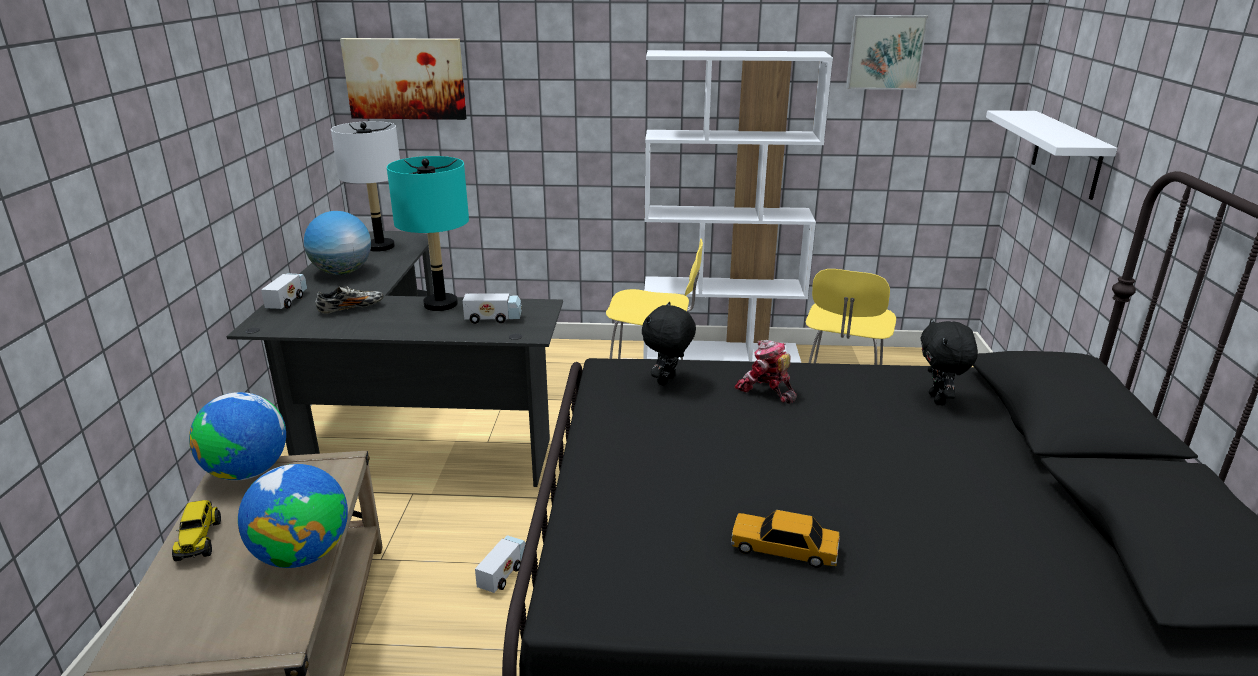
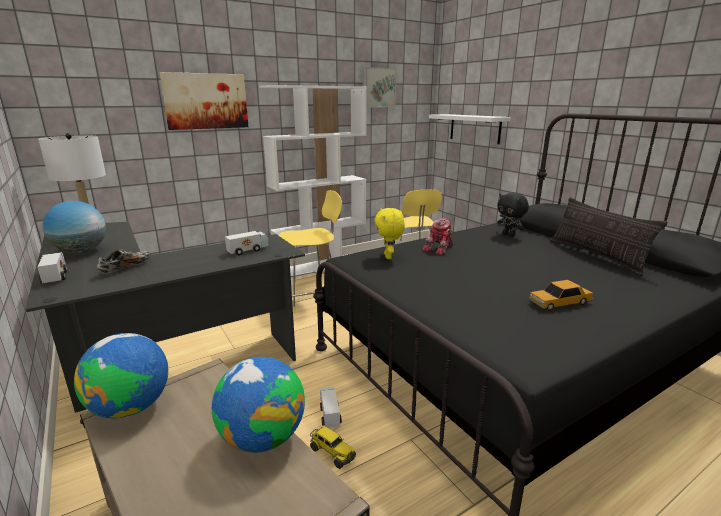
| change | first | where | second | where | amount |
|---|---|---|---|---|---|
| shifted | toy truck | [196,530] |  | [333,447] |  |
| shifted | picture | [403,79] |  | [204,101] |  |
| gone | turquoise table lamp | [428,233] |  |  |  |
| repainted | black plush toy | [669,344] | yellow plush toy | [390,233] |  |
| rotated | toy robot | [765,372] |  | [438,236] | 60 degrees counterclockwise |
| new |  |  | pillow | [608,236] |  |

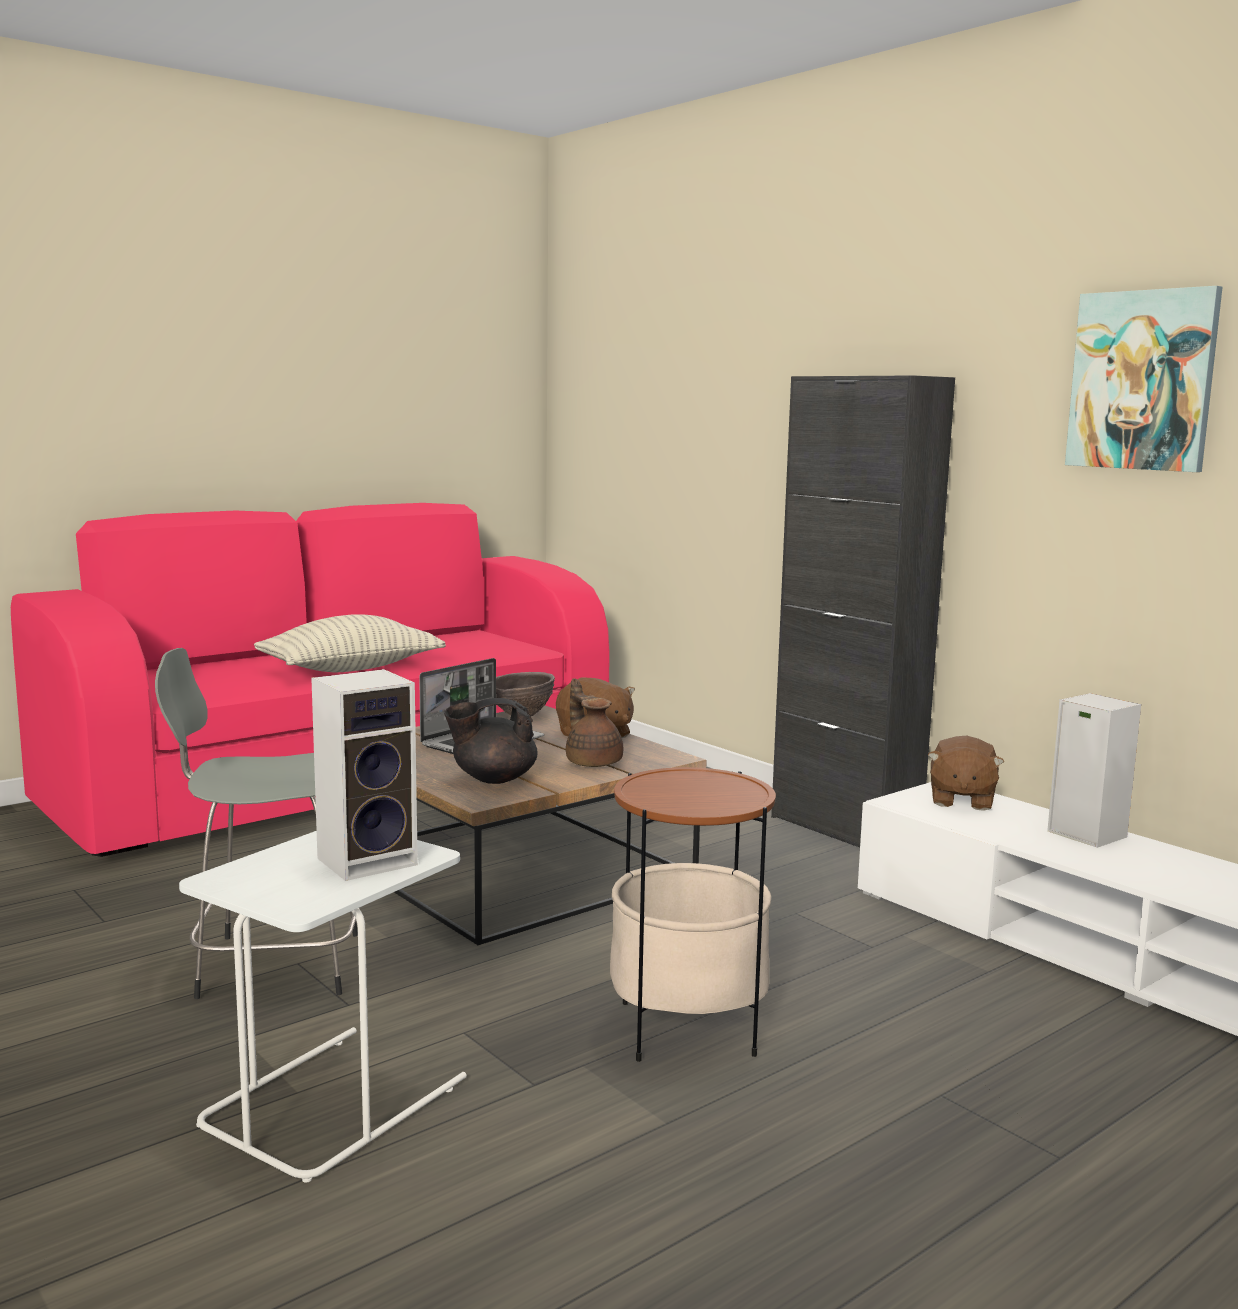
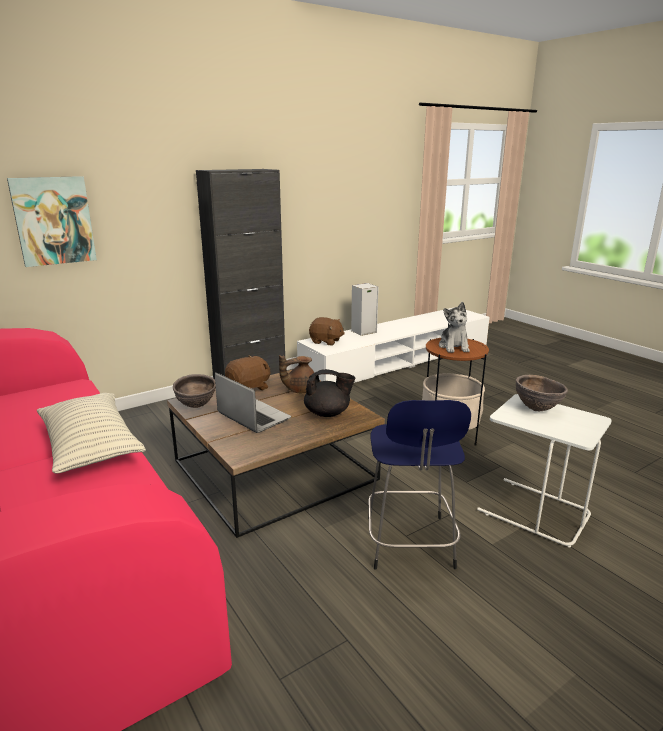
| change | first | where | second | where | amount |
|---|---|---|---|---|---|
| repainted | grey stool | [256,823] | blue stool | [419,485] |  |
| swapped | speaker | [364,775] | brown bowl | [541,393] |  |
| rotated | black teapot | [491,741] |  | [329,393] | 75 degrees counterclockwise |
| shifted | picture | [1144,379] |  | [52,221] |  |
| new |  |  | plush toy | [454,327] |  |

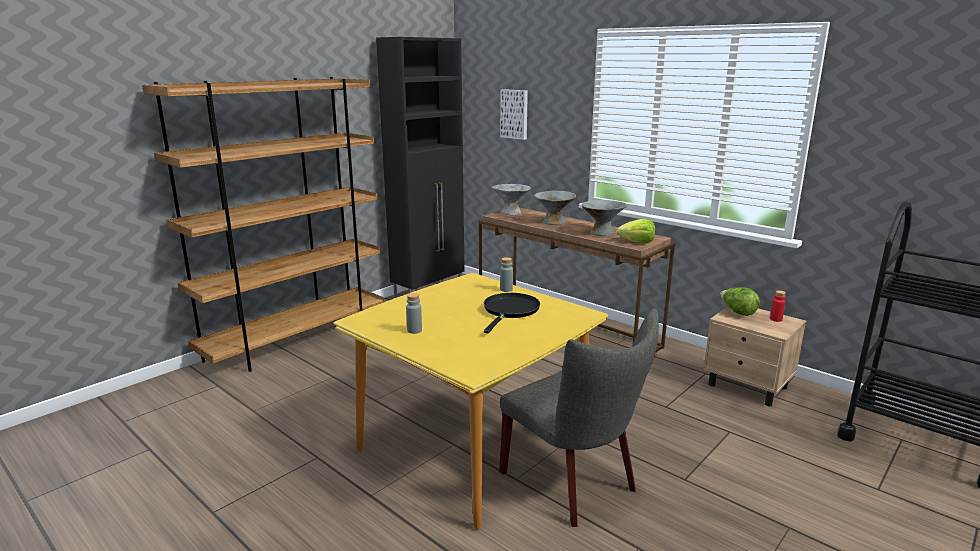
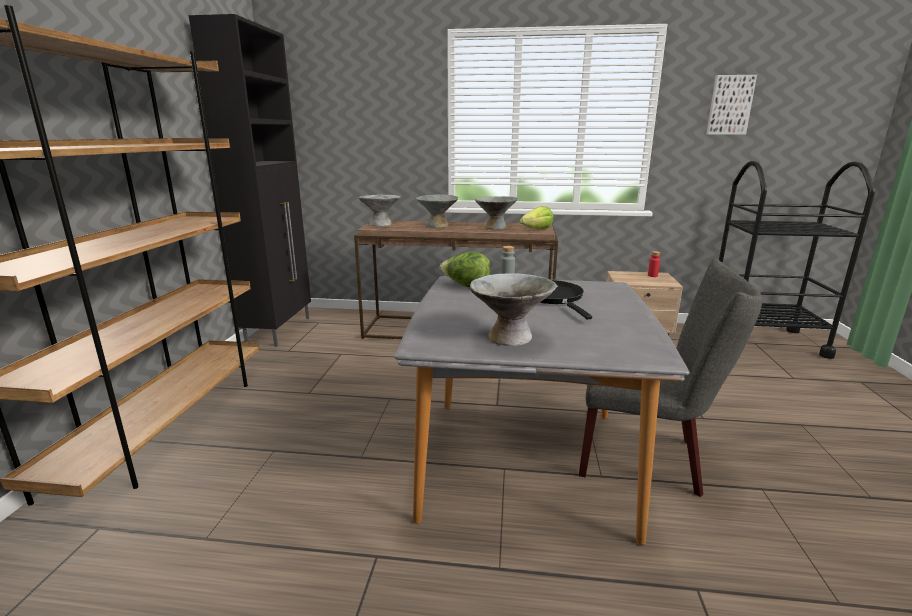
| change | first | where | second | where | amount |
|---|---|---|---|---|---|
| repainted | yellow dining table | [470,401] | grey dining table | [542,410] |  |
| swapped | grey bottle | [414,313] | grey bowl | [513,309] |  |
| shifted | picture | [514,114] |  | [731,104] |  |
| shifted | lettuce | [740,301] |  | [465,269] |  |

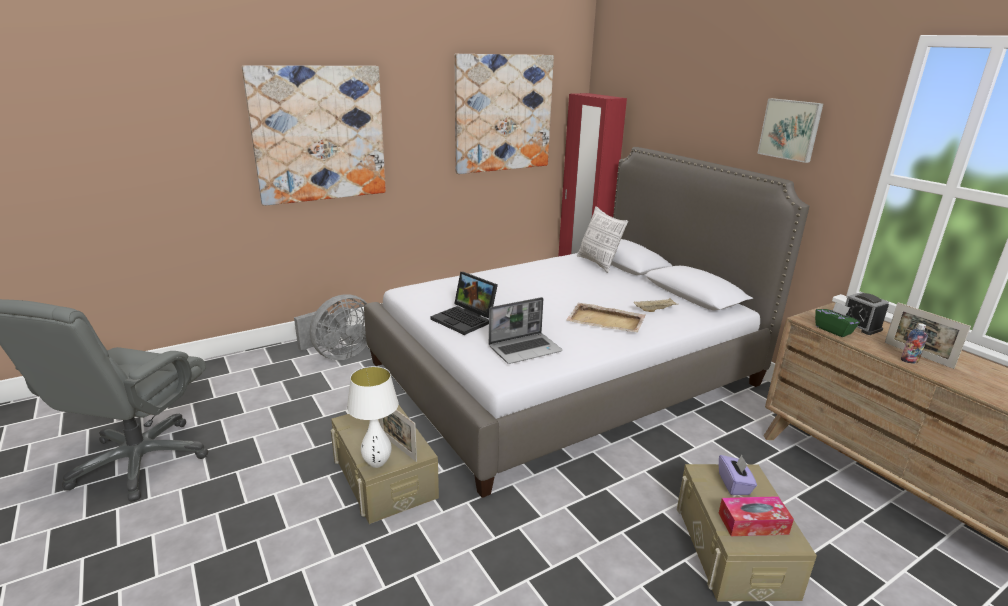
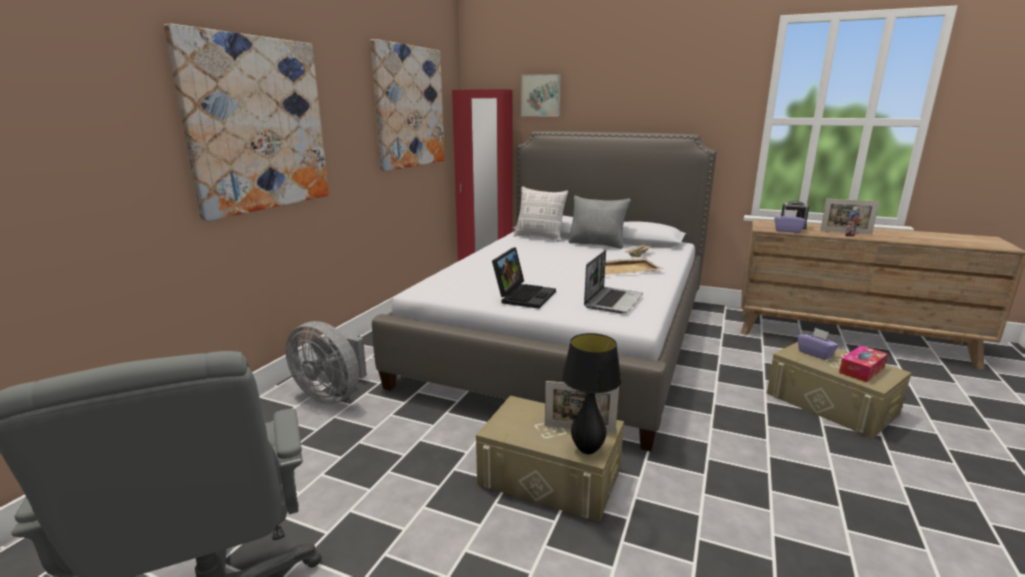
| change | first | where | second | where | amount |
|---|---|---|---|---|---|
| rotated | grey fan | [331,327] |  | [326,362] | 105 degrees clockwise |
| repainted | white table lamp | [373,417] | black table lamp | [592,393] |  |
| rotated | laptop | [464,303] |  | [524,278] | 75 degrees counterclockwise |
| shifted | picture | [790,130] |  | [541,95] |  |
| repainted | green tissue box | [837,319] | purple tissue box | [790,221] |  |
| new |  |  | grey pillow | [600,222] |  |

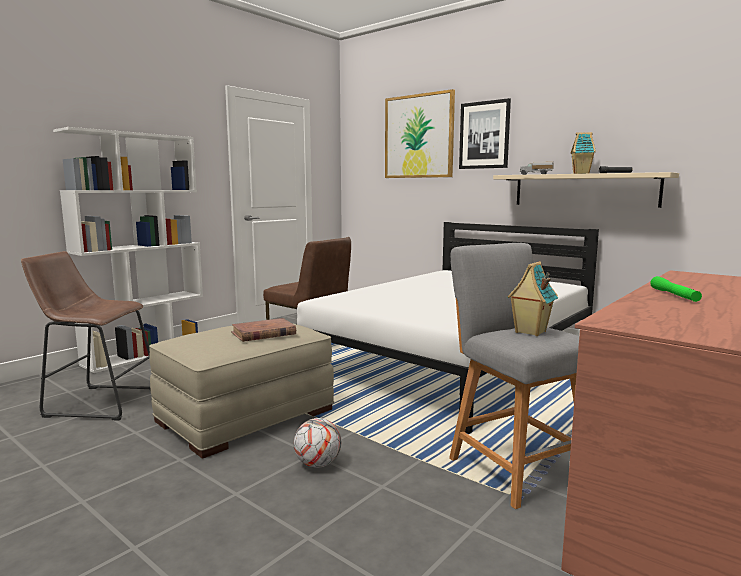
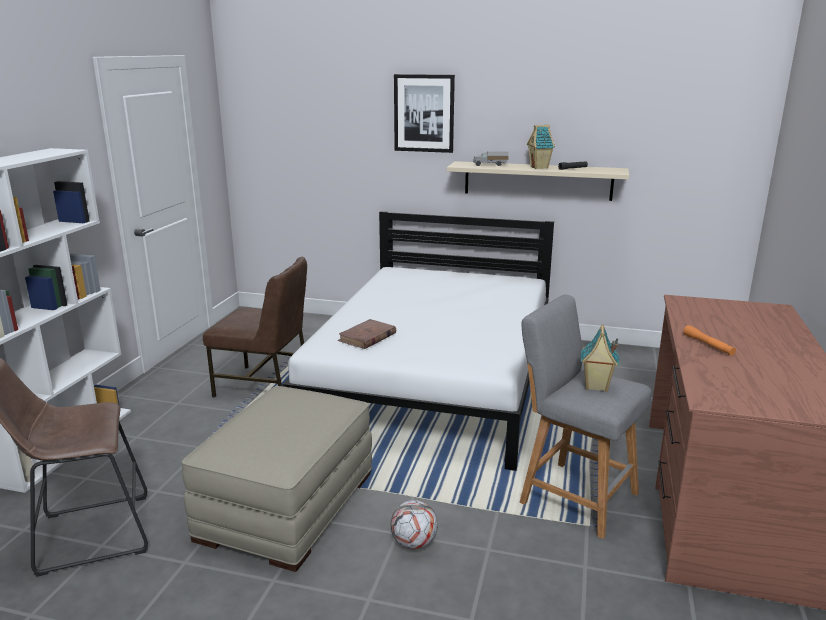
| change | first | where | second | where | amount |
|---|---|---|---|---|---|
| shifted | brown book | [263,330] |  | [367,334] |  |
| gone | picture | [420,133] |  |  |  |
| repainted | green flashlight | [676,289] | orange flashlight | [709,340] |  |

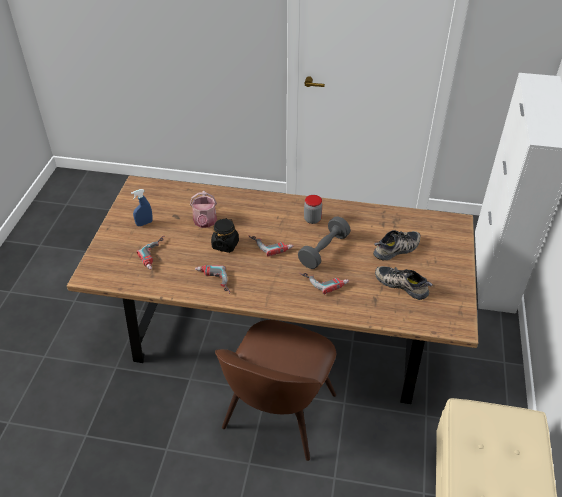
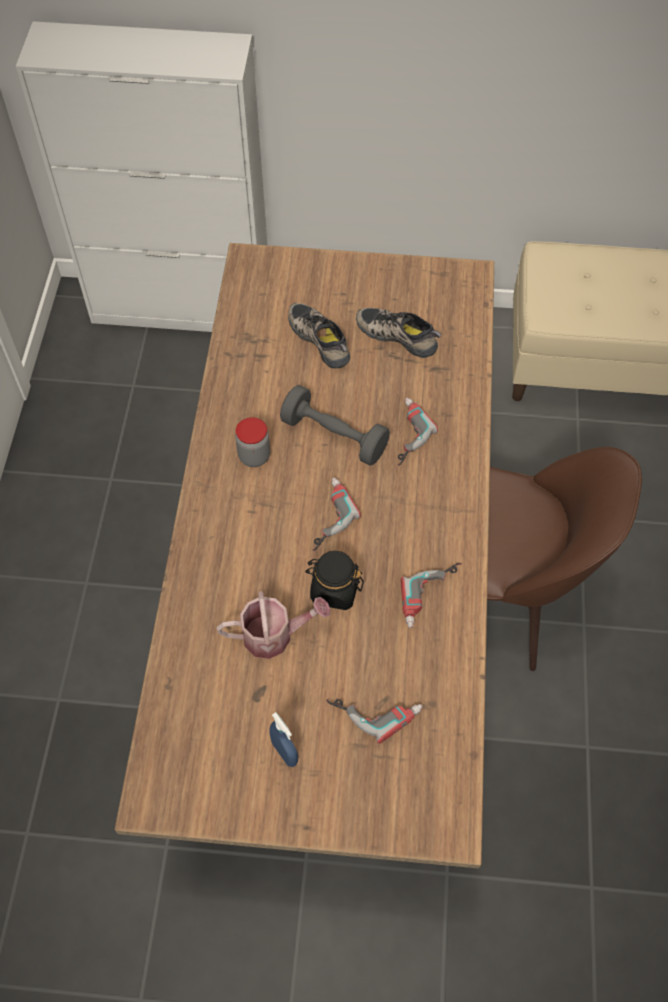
| change | first | where | second | where | amount |
|---|---|---|---|---|---|
| rotated | shoe | [404,283] |  | [398,333] | 90 degrees clockwise |

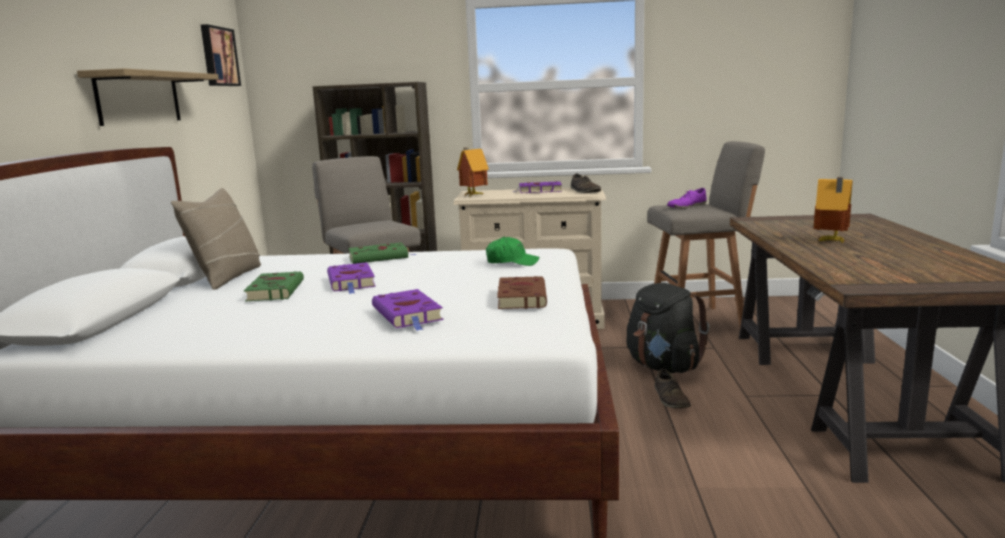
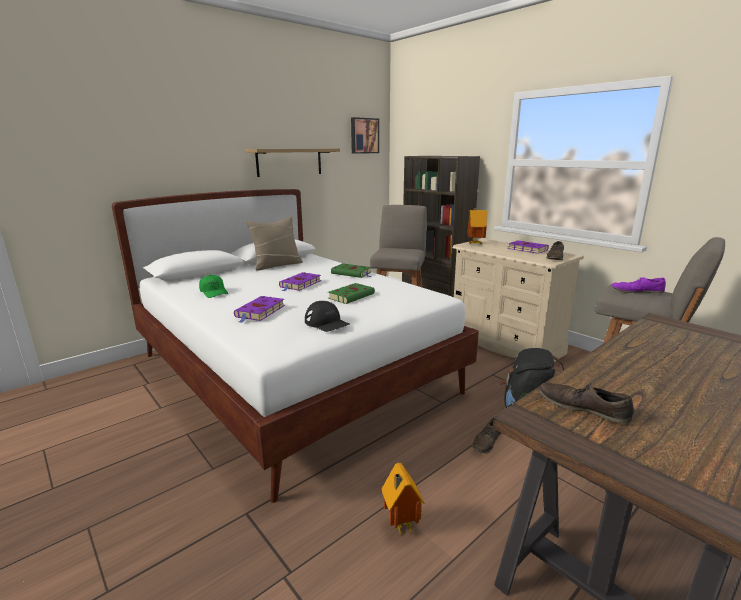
| change | first | where | second | where | amount |
|---|---|---|---|---|---|
| shifted | green book | [274,286] |  | [351,293] |  |
| shifted | green cap | [512,251] |  | [213,286] |  |
| swapped | brown book | [522,292] | black cap | [327,316] |  |
| shifted | toy house | [833,210] |  | [403,498] |  |
| new |  |  | brown shoe | [586,403] |  |

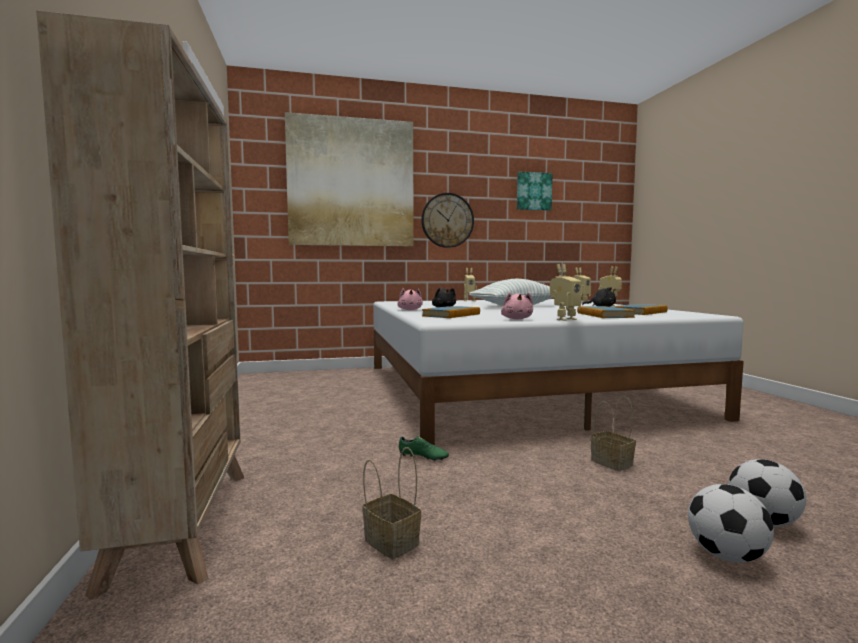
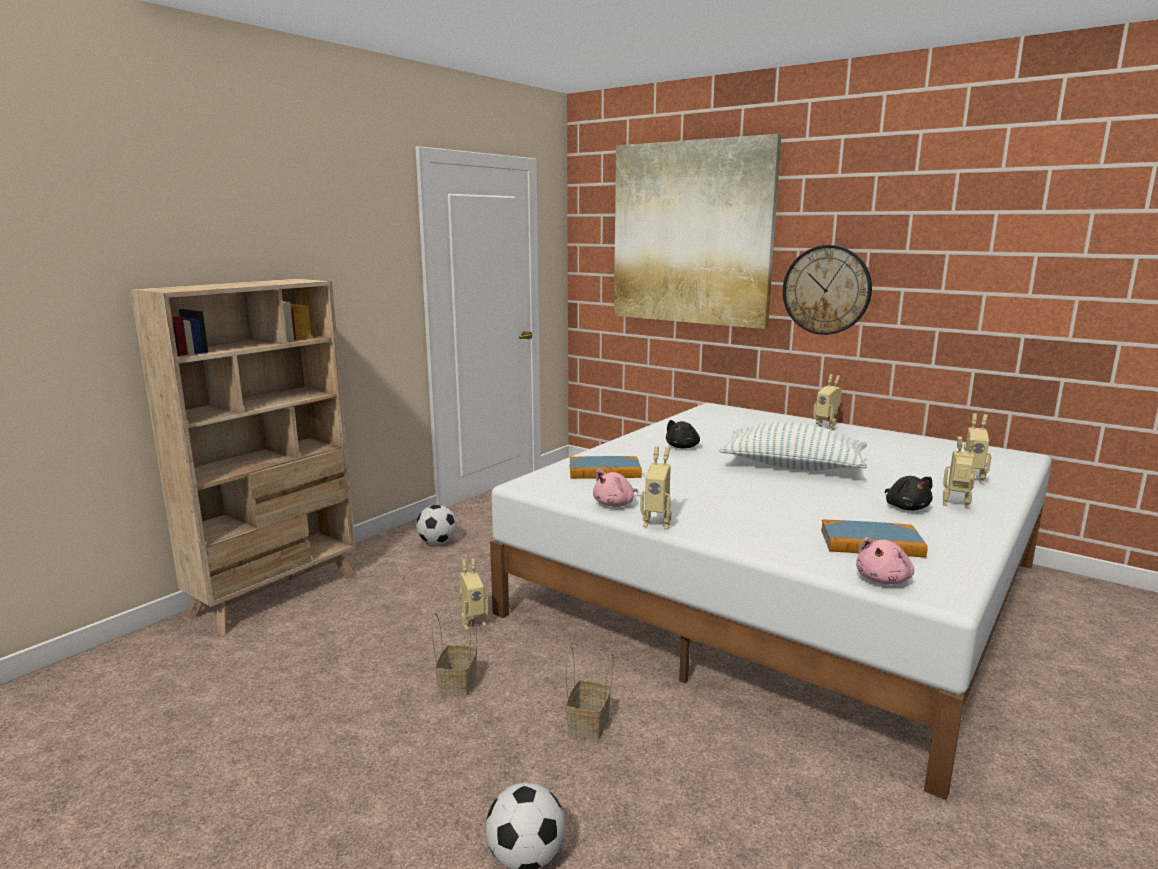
| change | first | where | second | where | amount |
|---|---|---|---|---|---|
| shifted | basket | [391,503] |  | [454,654] |  |
| shifted | pink plush toy | [410,299] |  | [885,560] |  |
| swapped | green shoe | [424,448] | toy robot | [474,594] |  |
| gone | picture | [535,191] |  |  |  |
| gone | book | [606,312] |  |  |  |
| shifted | football | [731,523] |  | [436,525] |  |

